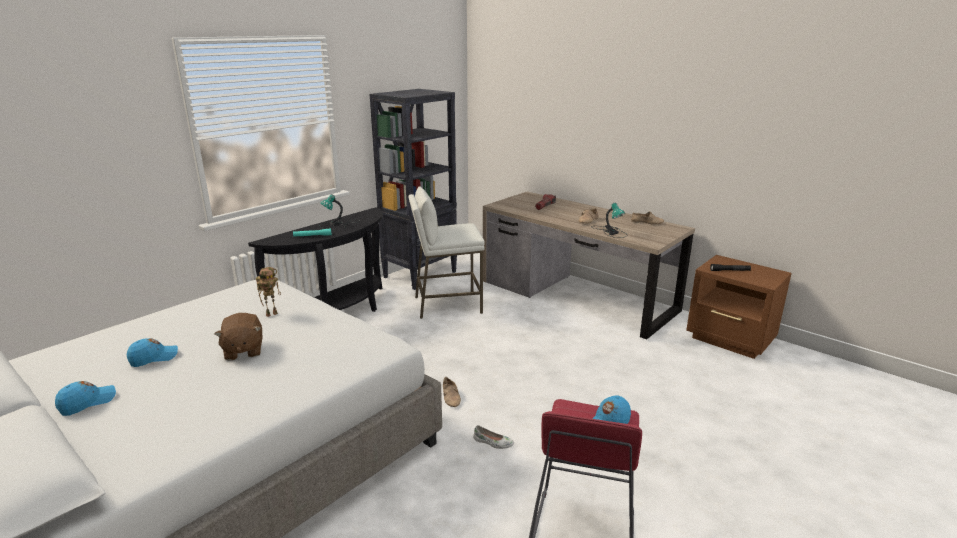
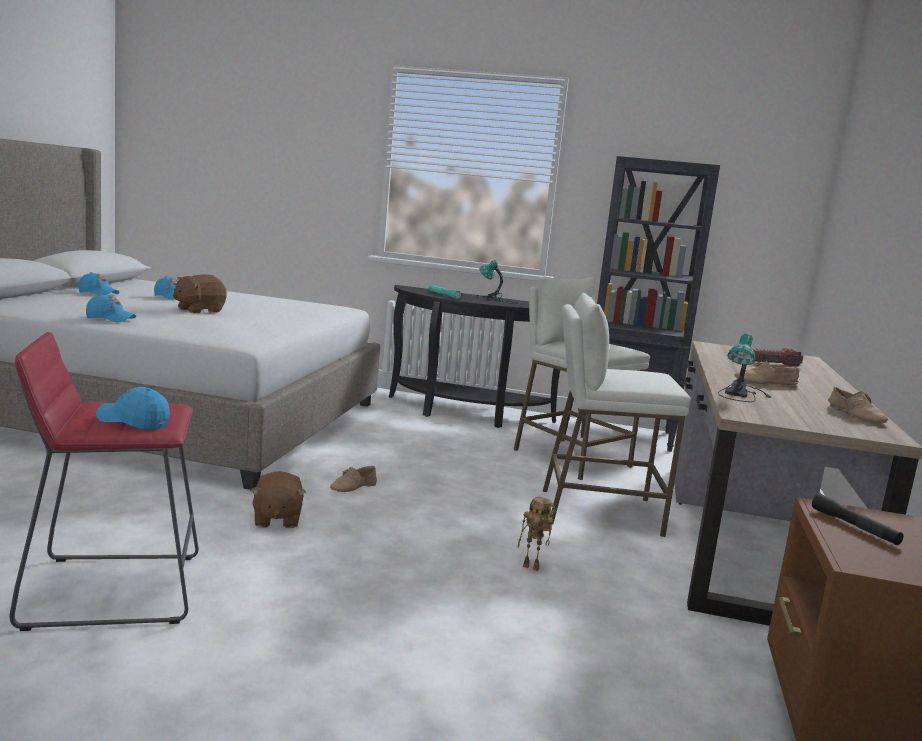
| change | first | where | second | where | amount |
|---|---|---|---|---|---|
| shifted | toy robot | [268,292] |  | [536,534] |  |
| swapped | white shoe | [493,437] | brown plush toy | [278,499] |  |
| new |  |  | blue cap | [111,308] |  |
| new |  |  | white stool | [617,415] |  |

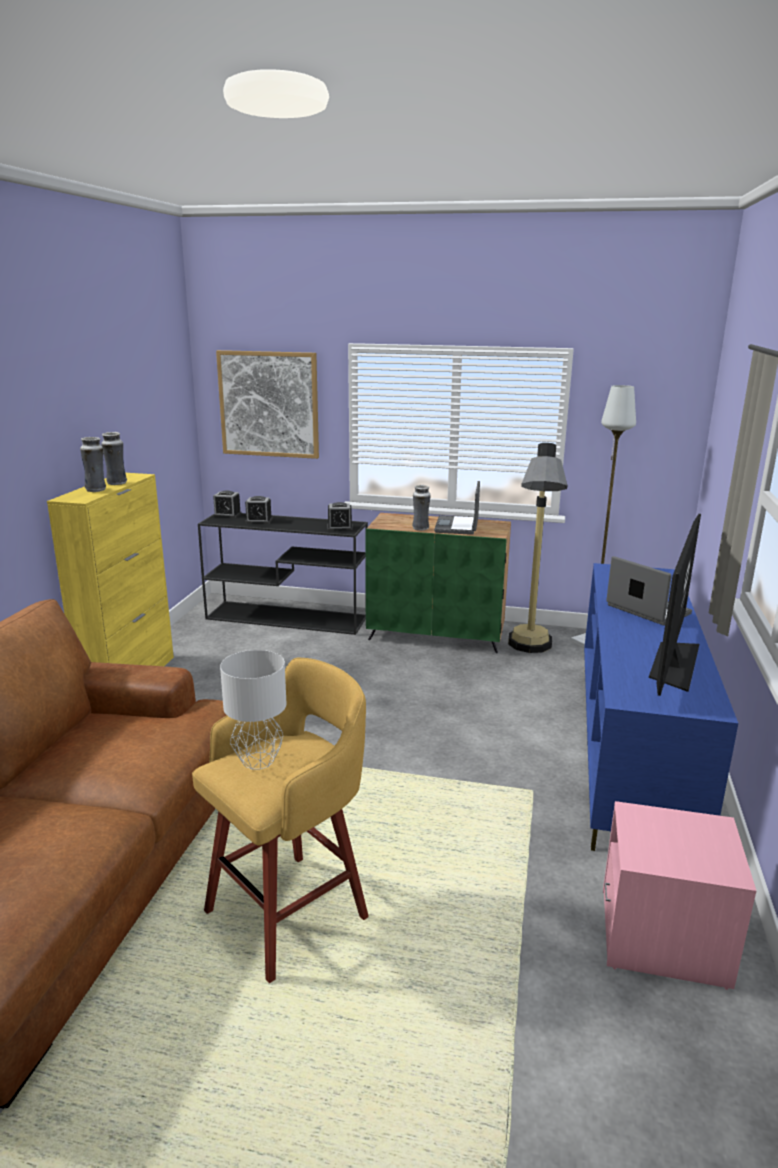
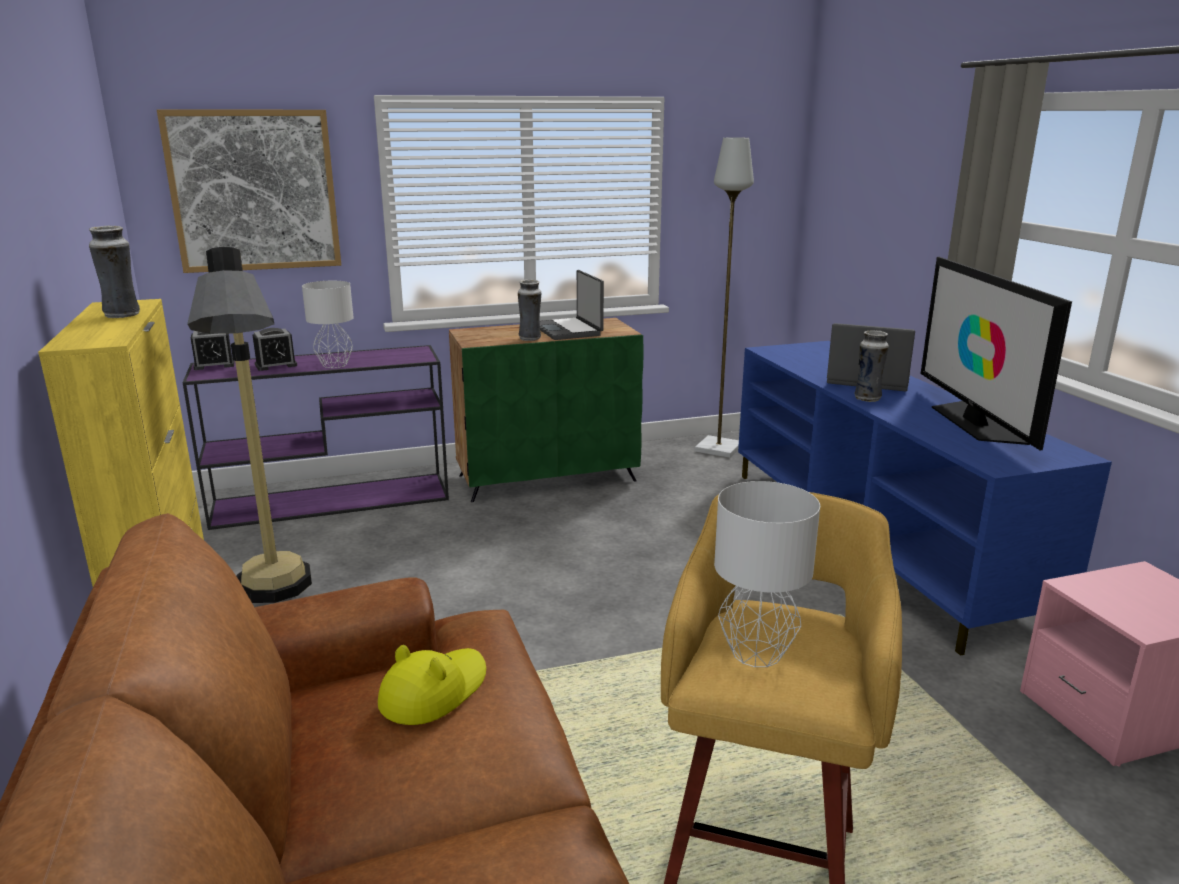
| change | first | where | second | where | amount |
|---|---|---|---|---|---|
| shifted | vase | [93,464] |  | [872,366] |  |
| repainted | black console table | [283,574] | purple console table | [315,437] |  |
| gone | alarm clock | [340,516] |  |  |  |
| shifted | floor lamp | [538,548] |  | [249,425] |  |
| new |  |  | grey table lamp | [328,324] |  |
| new |  |  | yellow hat | [432,685] |  |

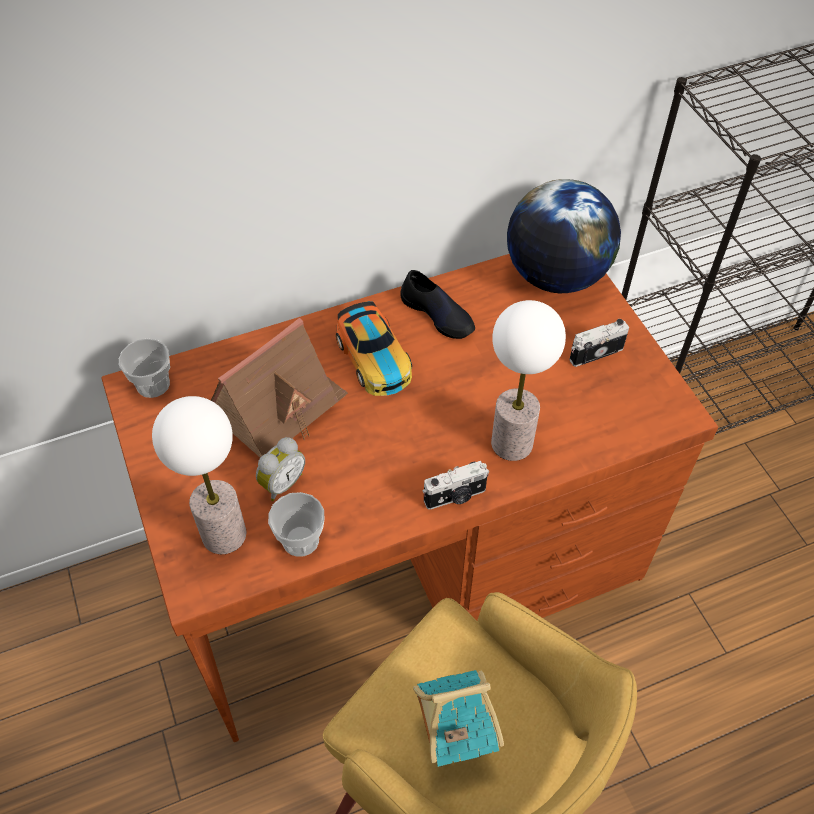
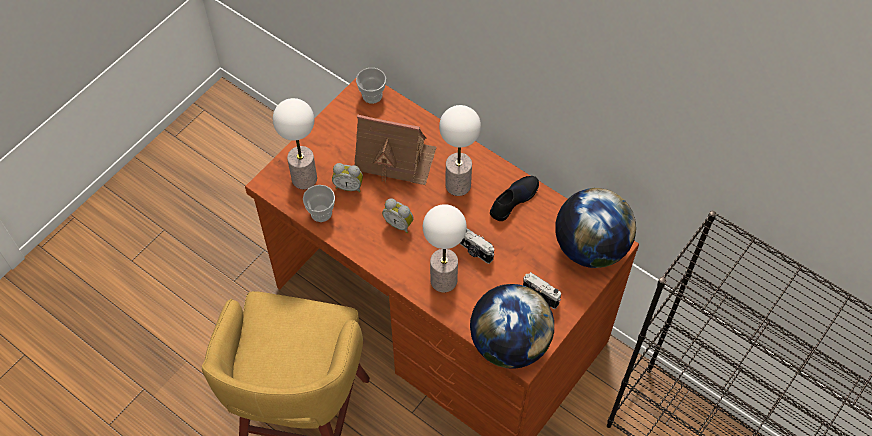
| change | first | where | second | where | amount |
|---|---|---|---|---|---|
| swapped | toy car | [374,348] | table lamp | [460,150] |  |
| rotated | black shoe | [437,304] |  | [514,198] | 150 degrees counterclockwise |
| gone | toy house | [458,718] |  |  |  |
| shifted | photo camera | [455,485] |  | [477,246] |  |
| new |  |  | alarm clock | [397,216] |  |
| new |  |  | globe | [512,326] |  |

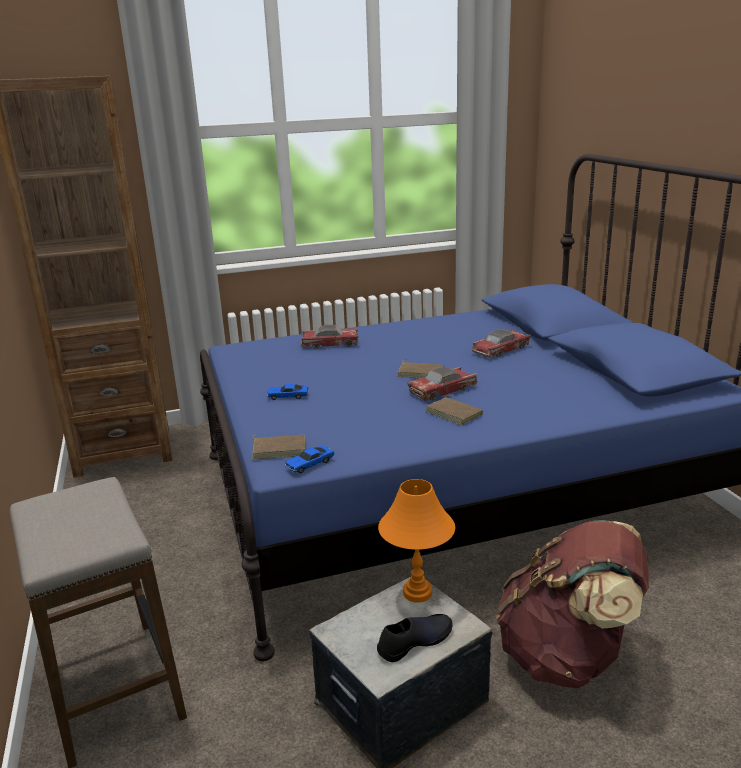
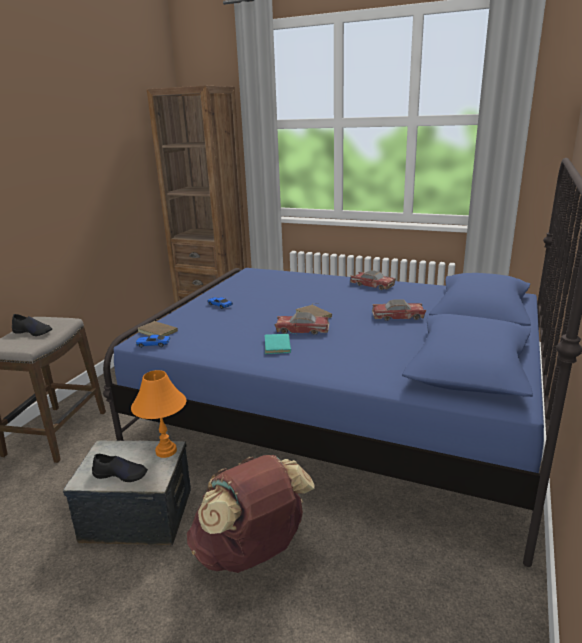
| change | first | where | second | where | amount |
|---|---|---|---|---|---|
| shifted | toy car | [329,336] |  | [373,280] |  |
| repainted | brown book | [454,410] | turquoise book | [280,343] |  |
| new |  |  | black shoe | [32,325] |  |

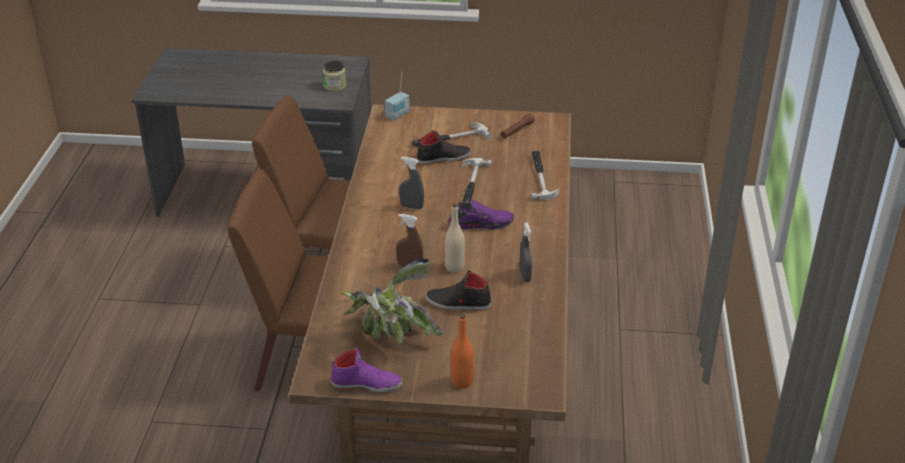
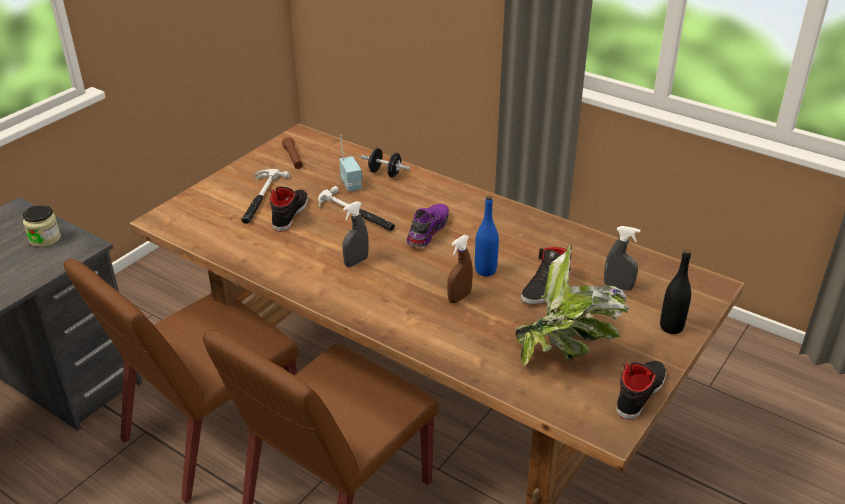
| change | first | where | second | where | amount |
|---|---|---|---|---|---|
| repainted | purple shoe | [367,370] | black shoe | [641,390] |  |
| shifted | radio | [397,96] |  | [350,162] |  |
| repainted | beige bottle | [455,238] | blue bottle | [487,236] |  |
| repainted | orange bottle | [462,351] | black bottle | [675,291] |  |
| shifted | grey spray bottle | [525,252] |  | [622,258] |  |
| swapped | hammer | [545,175] | black dumbbell | [385,162] |  |

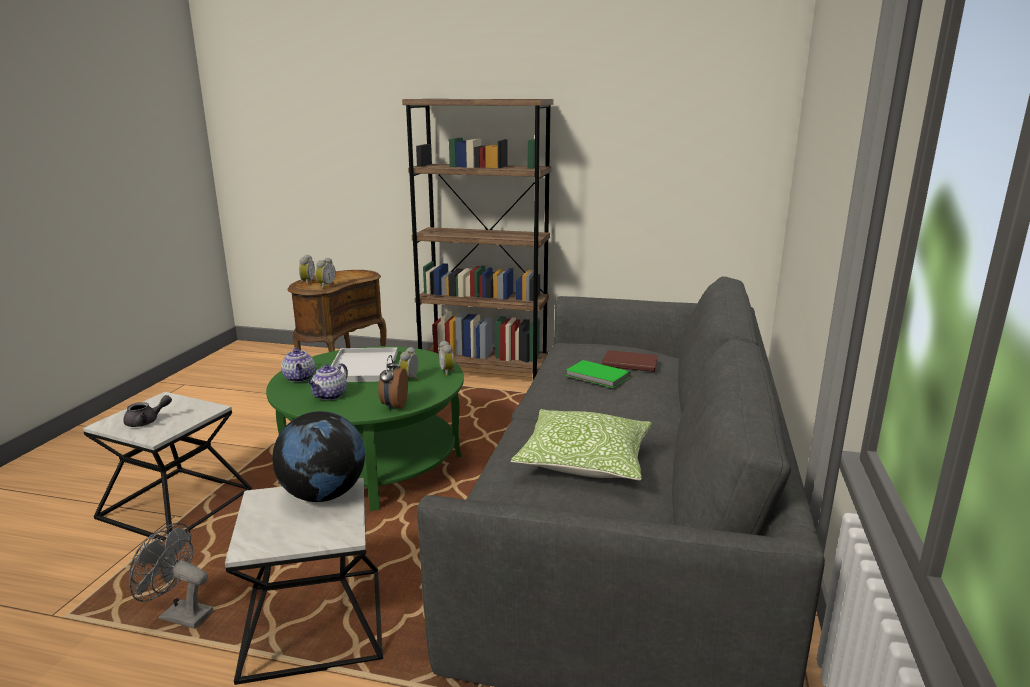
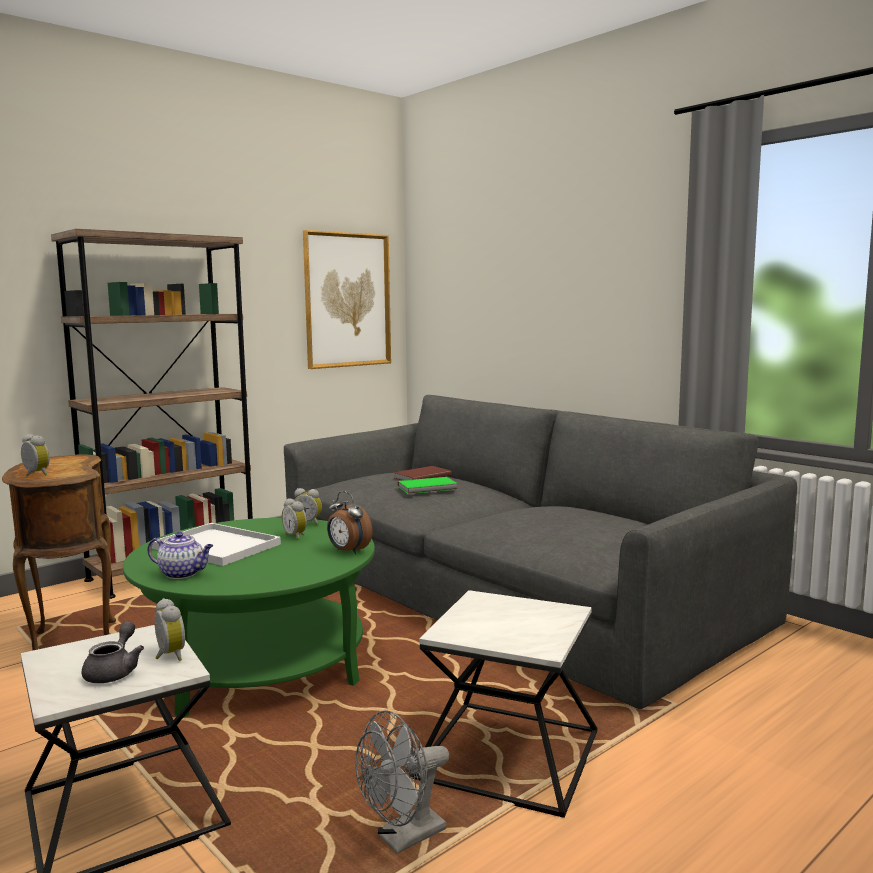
| change | first | where | second | where | amount |
|---|---|---|---|---|---|
| gone | globe | [318,456] |  |  |  |
| gone | teapot | [327,381] |  |  |  |
| shifted | alarm clock | [325,273] |  | [169,629] |  |
| gone | pillow | [581,445] |  |  |  |
| new |  |  | picture | [347,299] |  |

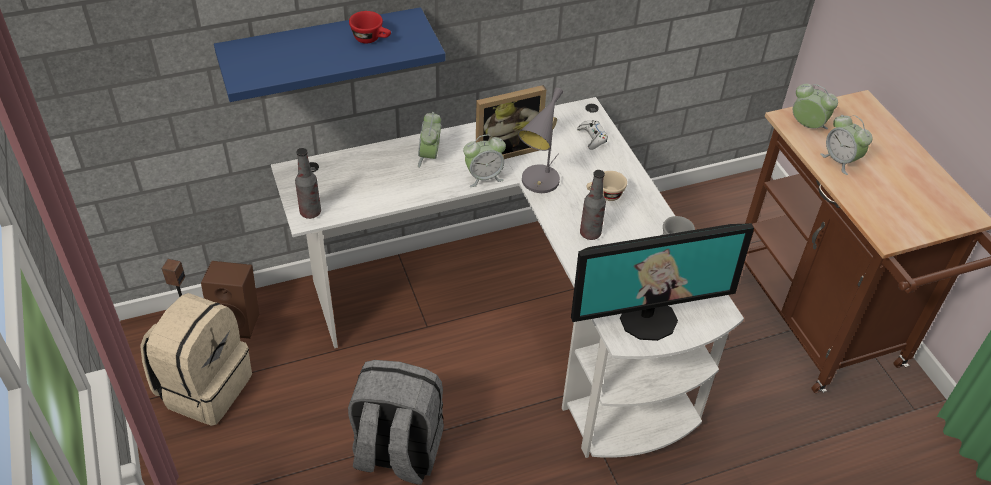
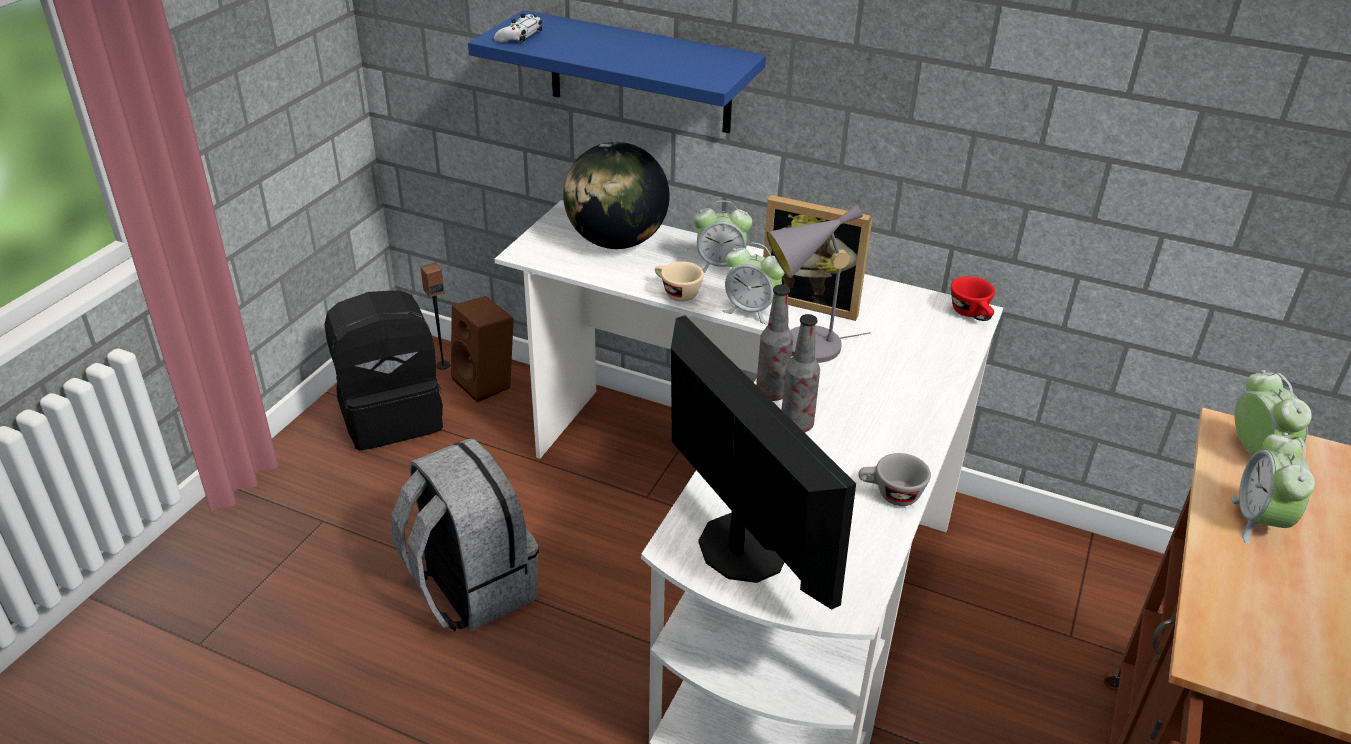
| change | first | where | second | where | amount |
|---|---|---|---|---|---|
| repainted | beige backpack | [196,359] | black backpack | [383,370] |  |
| shifted | bottle | [308,183] |  | [774,343] |  |
| shifted | red cup | [370,27] |  | [973,296] |  |
| rotated | alarm clock | [429,140] |  | [723,237] | 135 degrees counterclockwise |
| rotated | monitor | [662,282] |  | [763,462] | 150 degrees counterclockwise |
| shifted | white game controller | [592,135] |  | [518,28] |  |
| shifted | beige cup | [607,186] |  | [679,282] |  |
| new |  |  | globe | [616,195] |  |

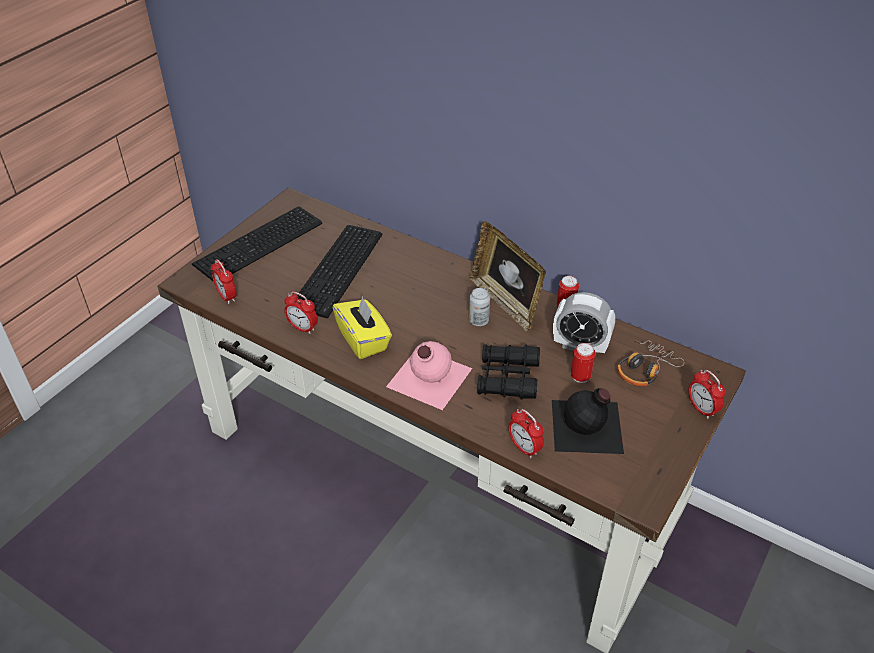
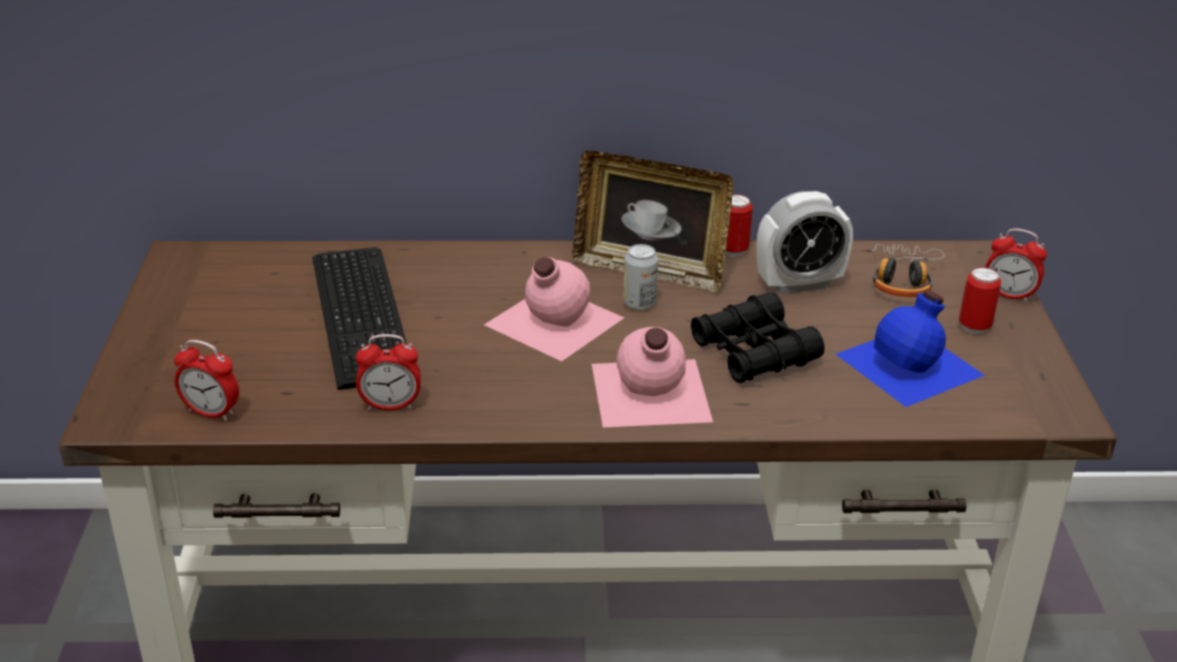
| change | first | where | second | where | amount |
|---|---|---|---|---|---|
| gone | keyboard | [257,244] |  |  |  |
| gone | yellow tissue box | [362,327] |  |  |  |
| gone | alarm clock | [526,433] |  |  |  |
| repainted | black bottle | [588,421] | blue bottle | [910,348] |  |
| shifted | can | [583,363] |  | [980,300] |  |
| new |  |  | pink bottle | [554,309] |  |

